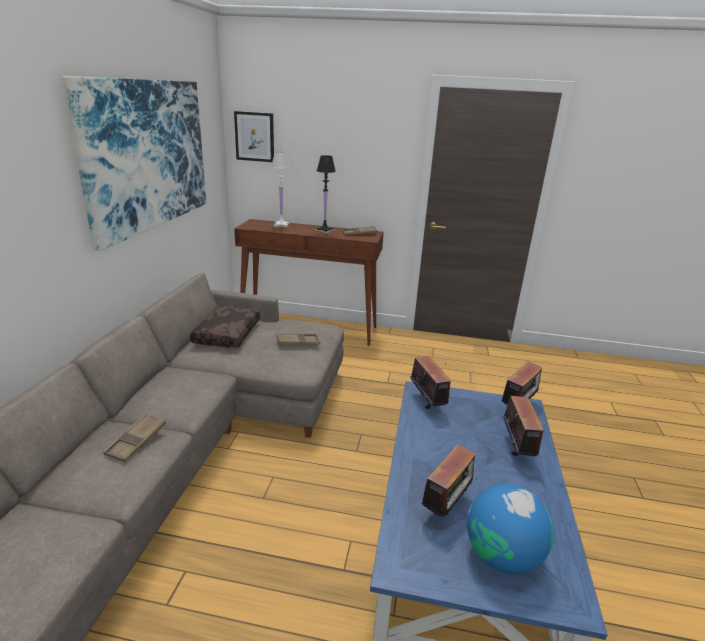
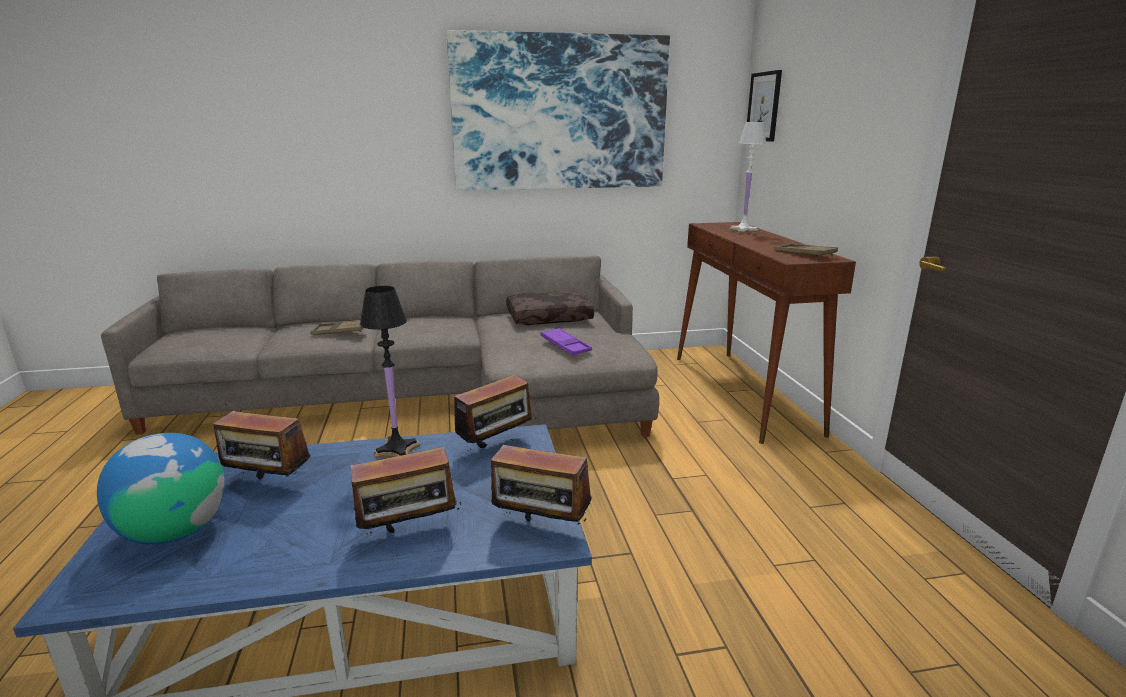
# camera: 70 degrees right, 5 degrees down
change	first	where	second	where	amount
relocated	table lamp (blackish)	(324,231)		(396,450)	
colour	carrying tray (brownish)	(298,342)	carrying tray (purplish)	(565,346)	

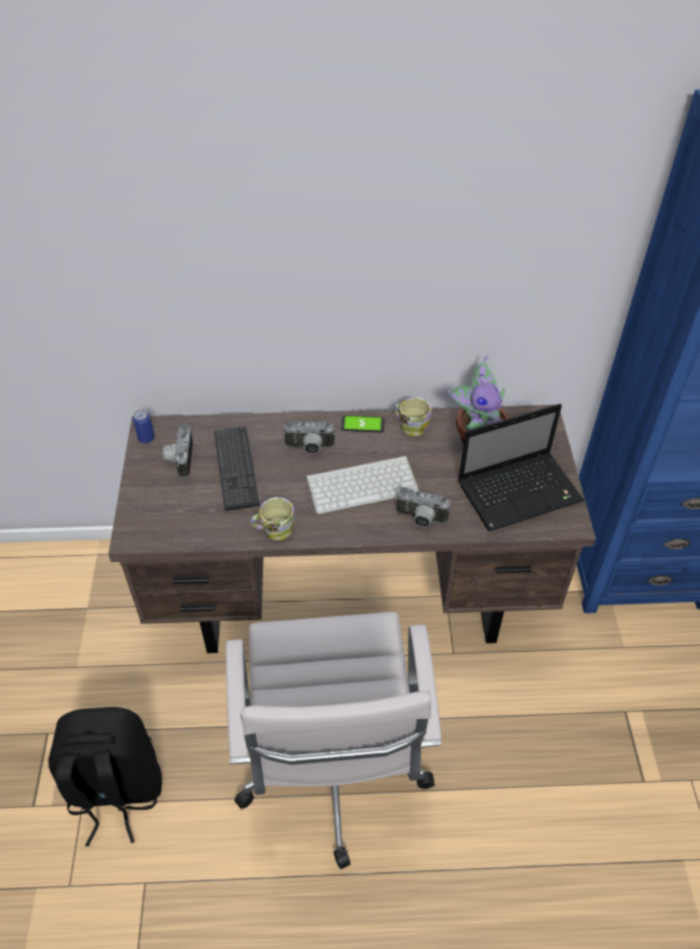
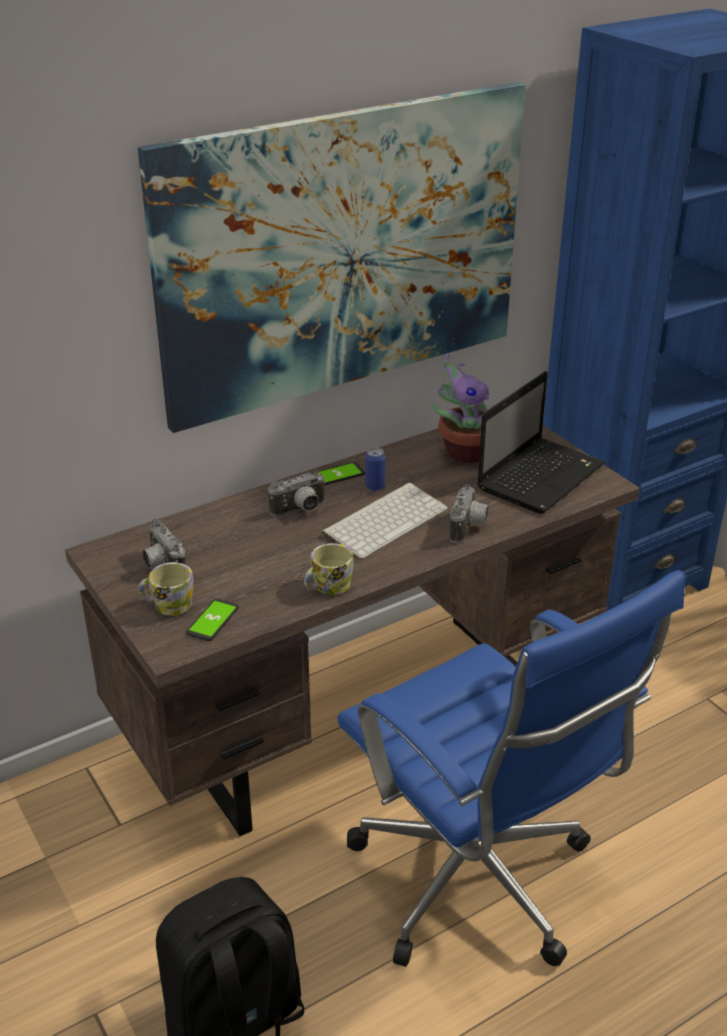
# camera: 30 degrees left, 15 degrees down
change	first	where	second	where	amount
relocated	coffee mug	(410,425)		(167,605)	
relocated	sealed can	(146,438)		(375,486)	
missing	PC keyboard	(236,468)			
spun	photo camera	(420,519)		(469,528)	60 degrees counterclockwise
colour	desk chair (white)	(333,776)	desk chair (blue-coloured)	(479,886)	
appeared			wall picture	(344,252)	
appeared			telephone	(213,621)	

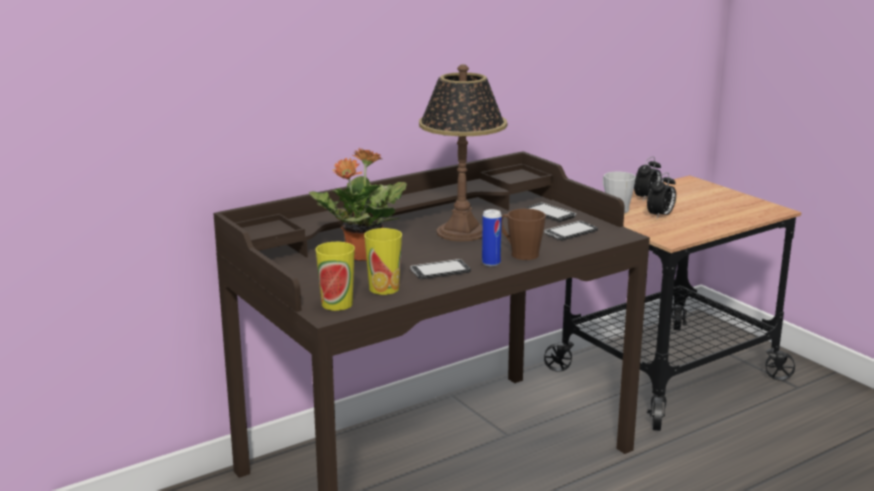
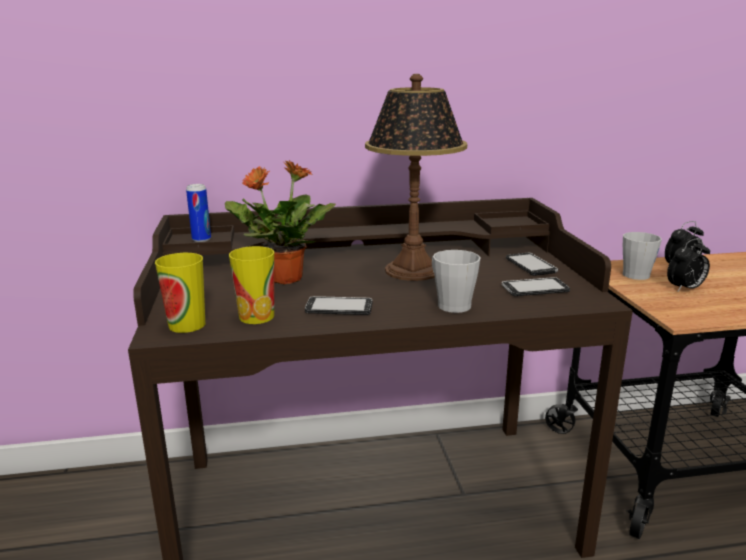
# camera: 25 degrees right, 0 degrees up
change	first	where	second	where	amount
colour	coffee mug (brownish)	(520,253)	coffee mug (grey)	(450,303)	
relocated	sealed can	(491,263)		(201,239)	

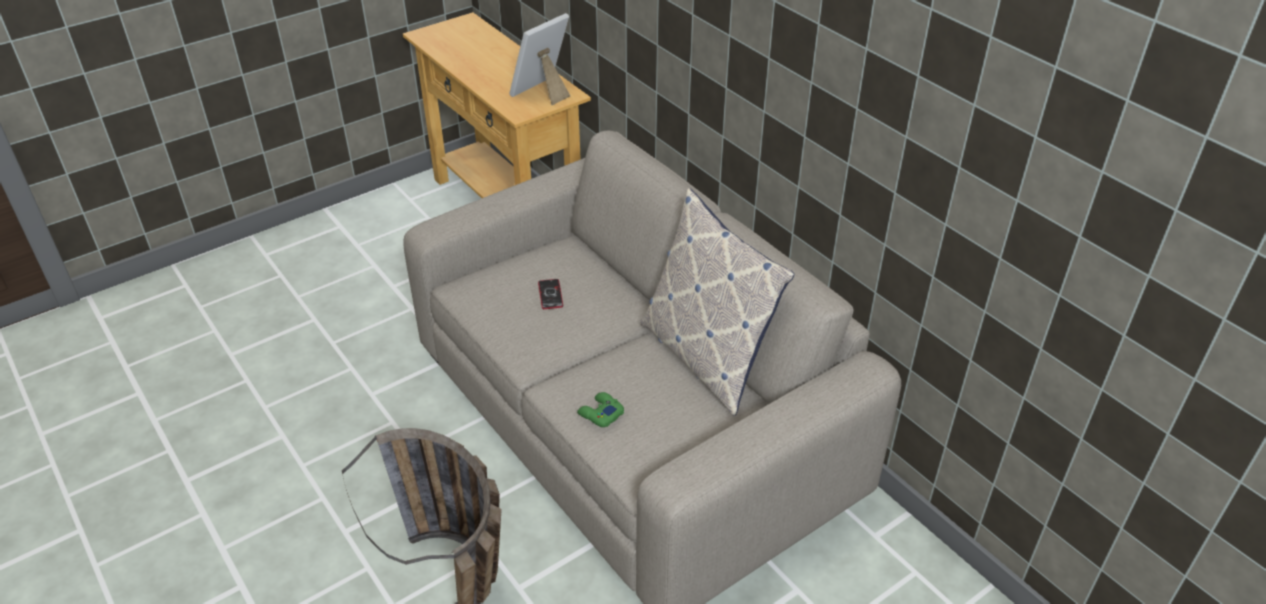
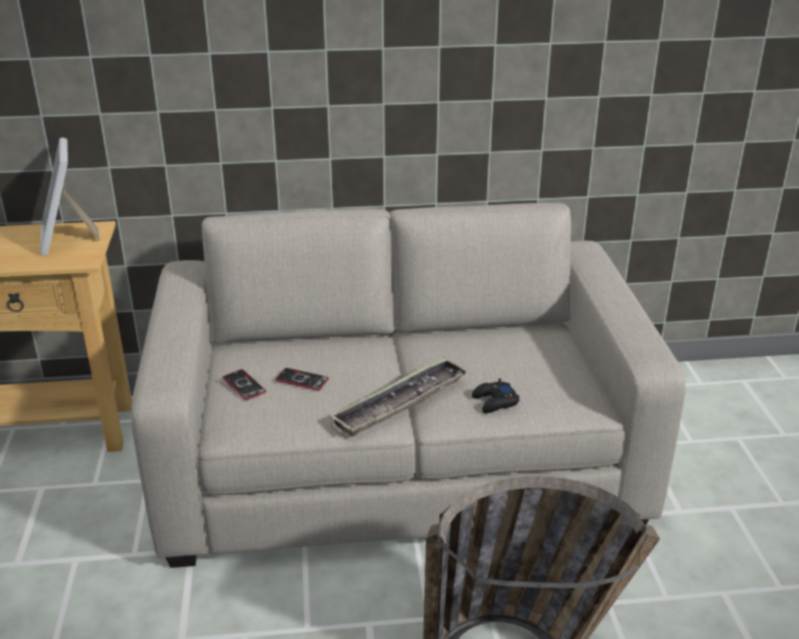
# camera: 60 degrees left, 10 degrees down
change	first	where	second	where	amount
missing	throw pillow	(706,358)			
colour	joypad (greenish)	(600,413)	joypad (blackish)	(495,402)	
appeared			carrying tray	(400,403)	
appeared			telephone	(244,385)	

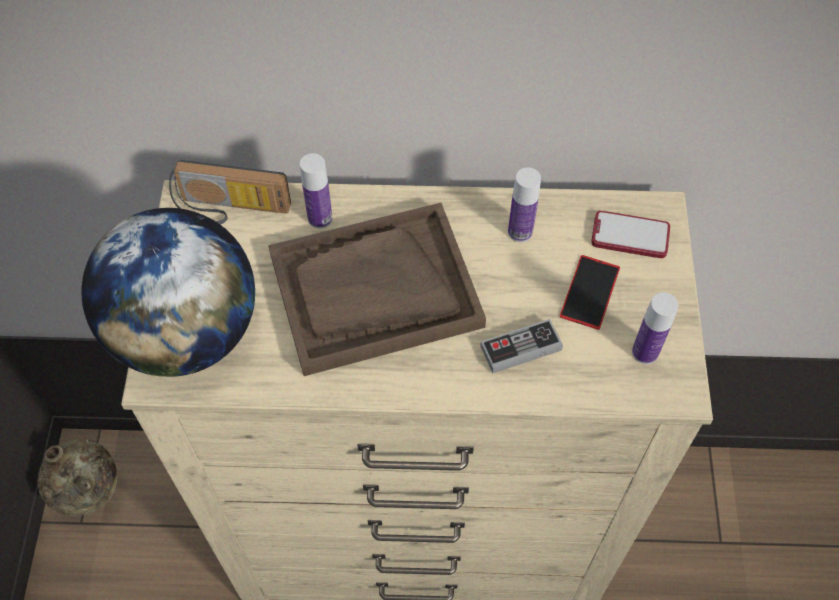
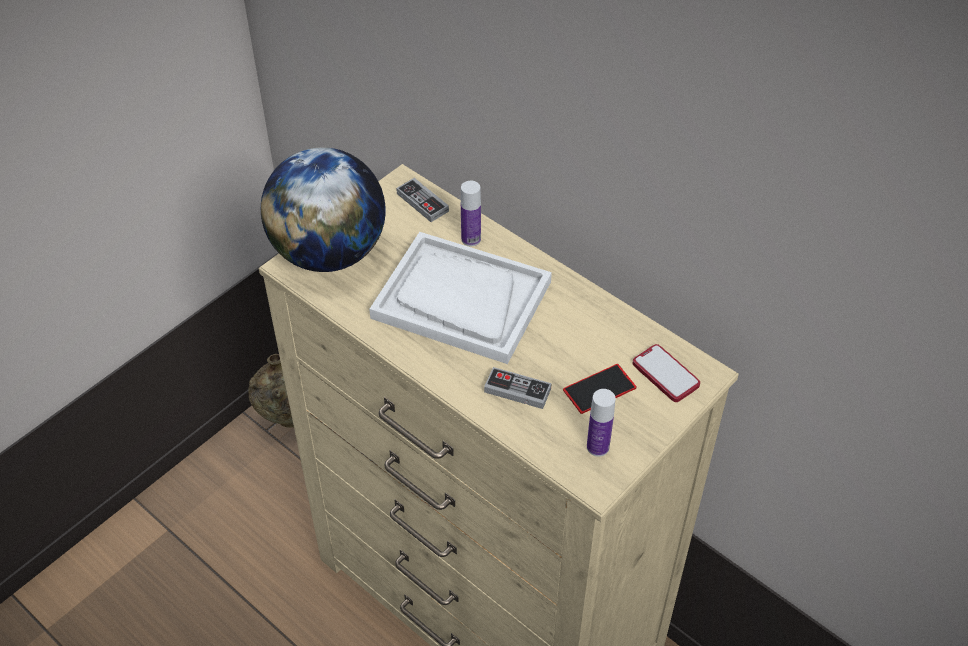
# camera: 40 degrees right, 10 degrees down
change	first	where	second	where	amount
exchanged	radio set	(230,210)	joypad	(422,202)	
missing	drink bottle	(520,232)			
colour	carrying tray (brownish)	(375,291)	carrying tray (white)	(461,300)	

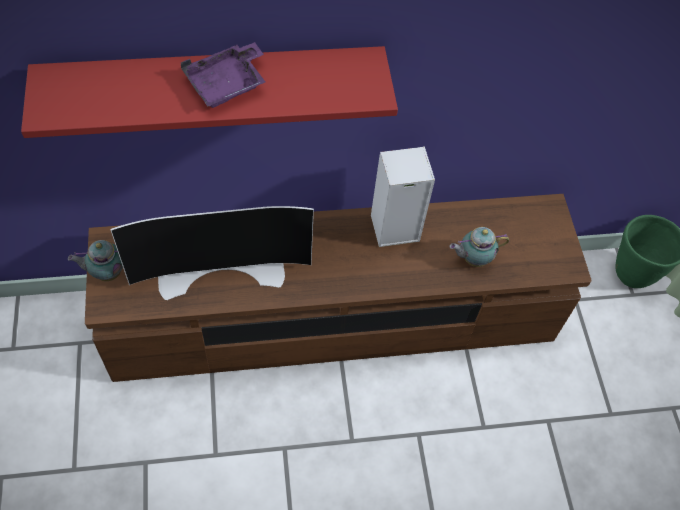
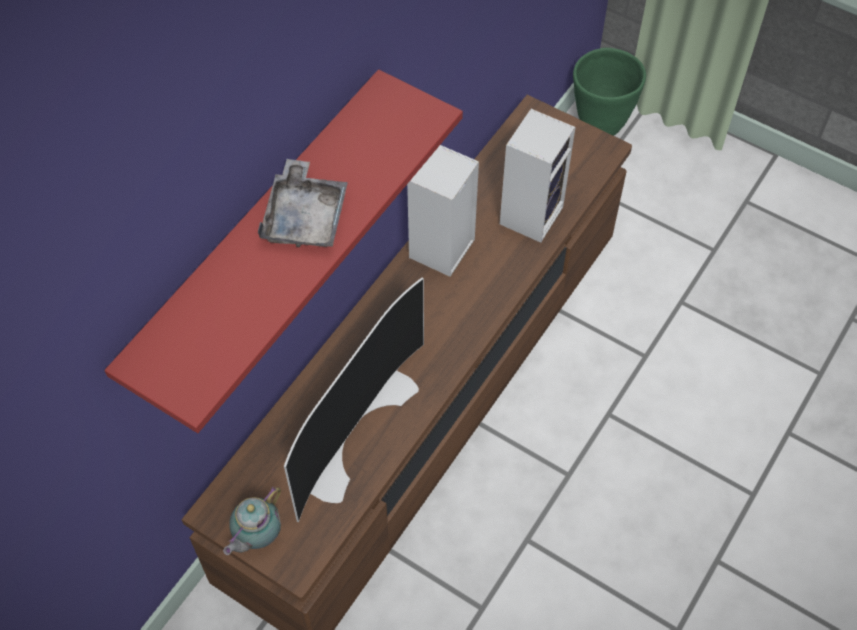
# camera: 45 degrees left, 0 degrees up
change	first	where	second	where	amount
colour	carrying tray (purplish)	(227,84)	carrying tray (grey)	(305,217)	
exchanged	pot for tea	(473,259)	speaker	(531,213)	

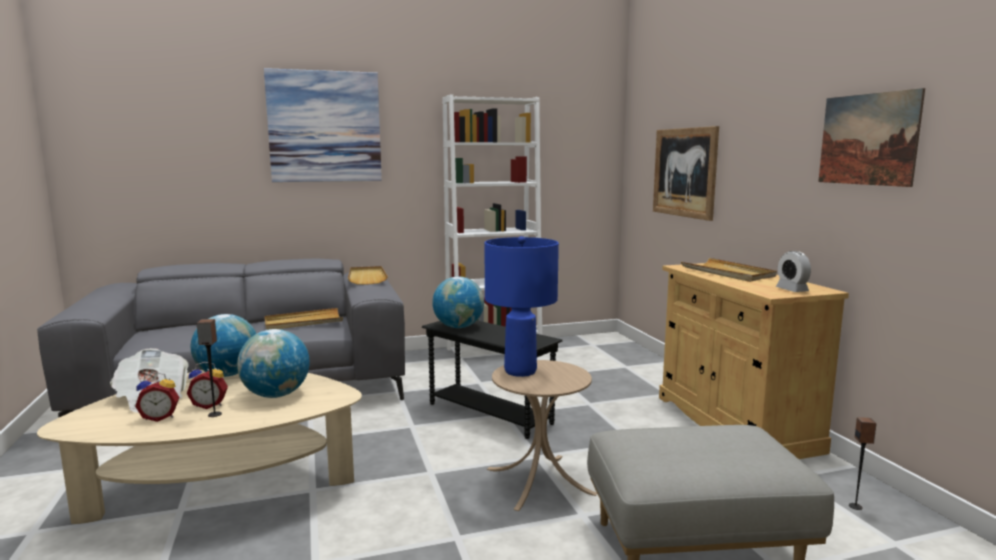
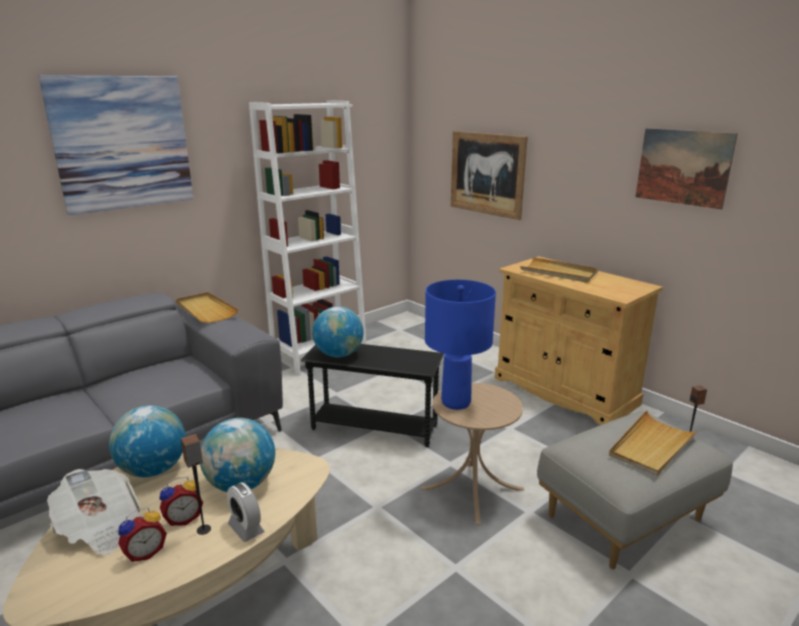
# camera: 25 degrees left, 10 degrees up
change	first	where	second	where	amount
relocated	alarm clock	(792,290)		(246,528)	
relocated	carrying tray (sand-coloured)	(303,322)		(652,446)	

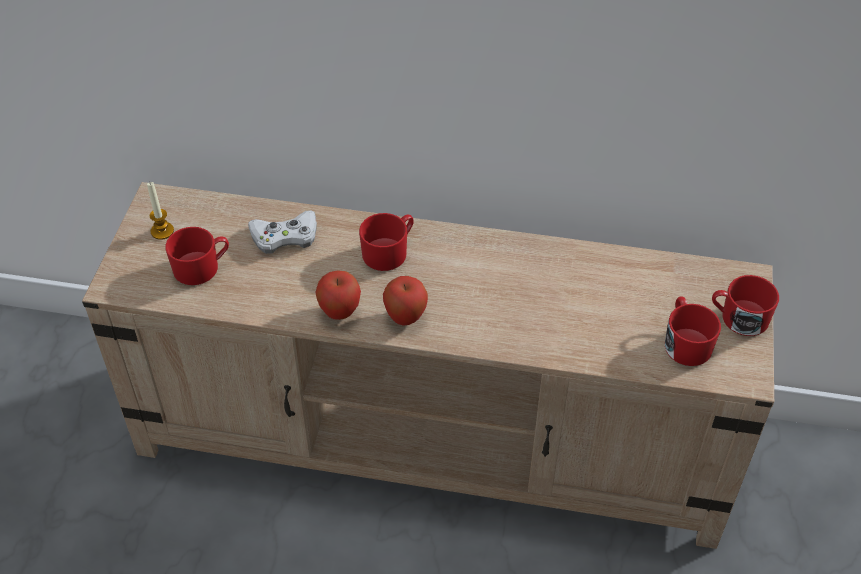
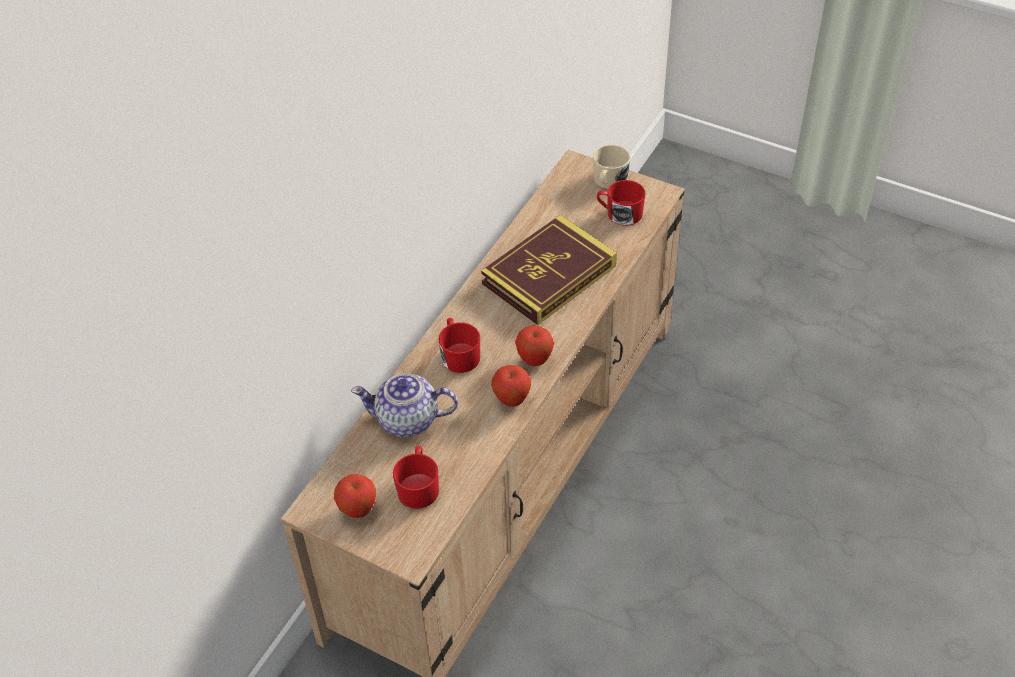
# camera: 70 degrees left, 0 degrees up
change	first	where	second	where	amount
exchanged	wax candle	(162,231)	whole apple	(358,510)	
exchanged	joypad (white)	(285,236)	pot for tea	(408,420)	
colour	coffee mug (red-coloured)	(738,318)	coffee mug (sand-coloured)	(609,181)	
appeared			book	(549,275)	

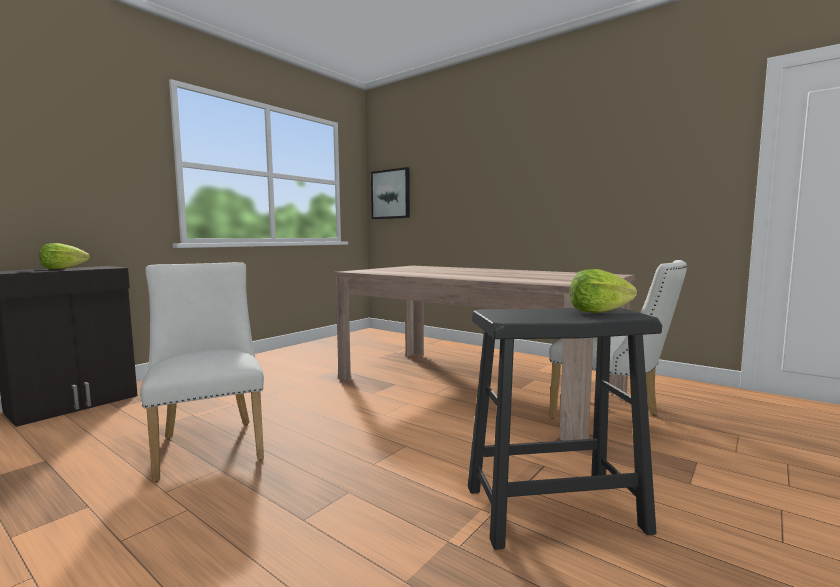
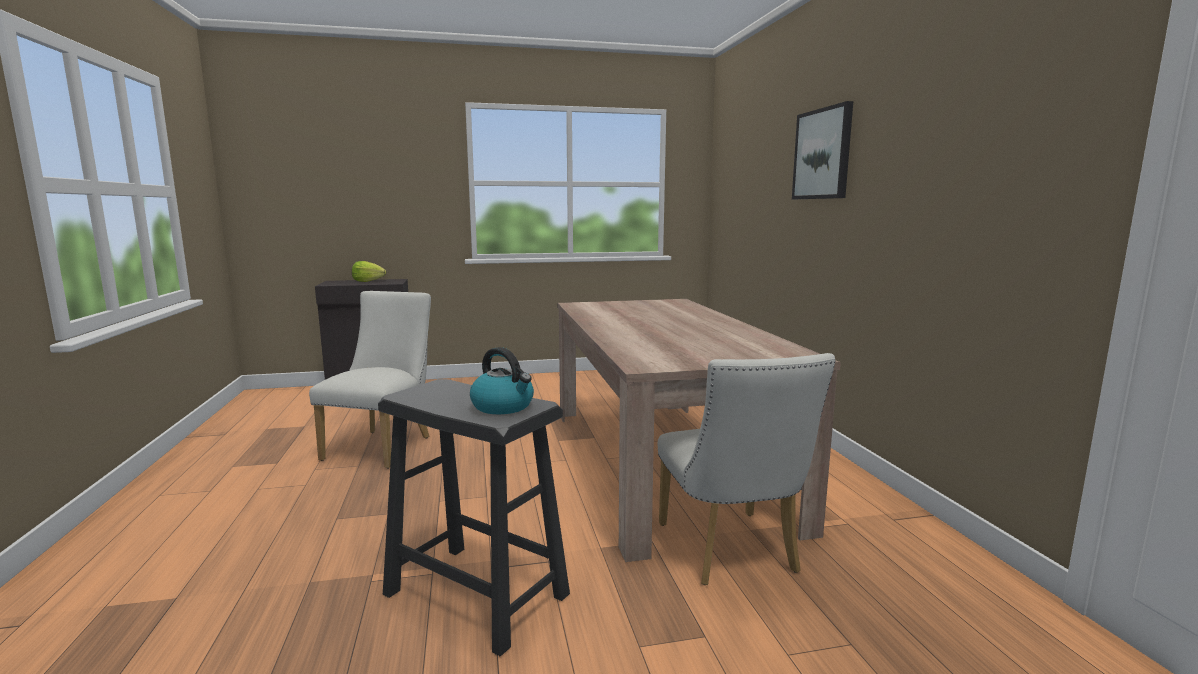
# camera: 40 degrees right, 5 degrees up
change	first	where	second	where	amount
relocated	wall picture	(391,194)		(823,154)	
exchanged	head of lettuce	(598,311)	kettle	(503,406)	

